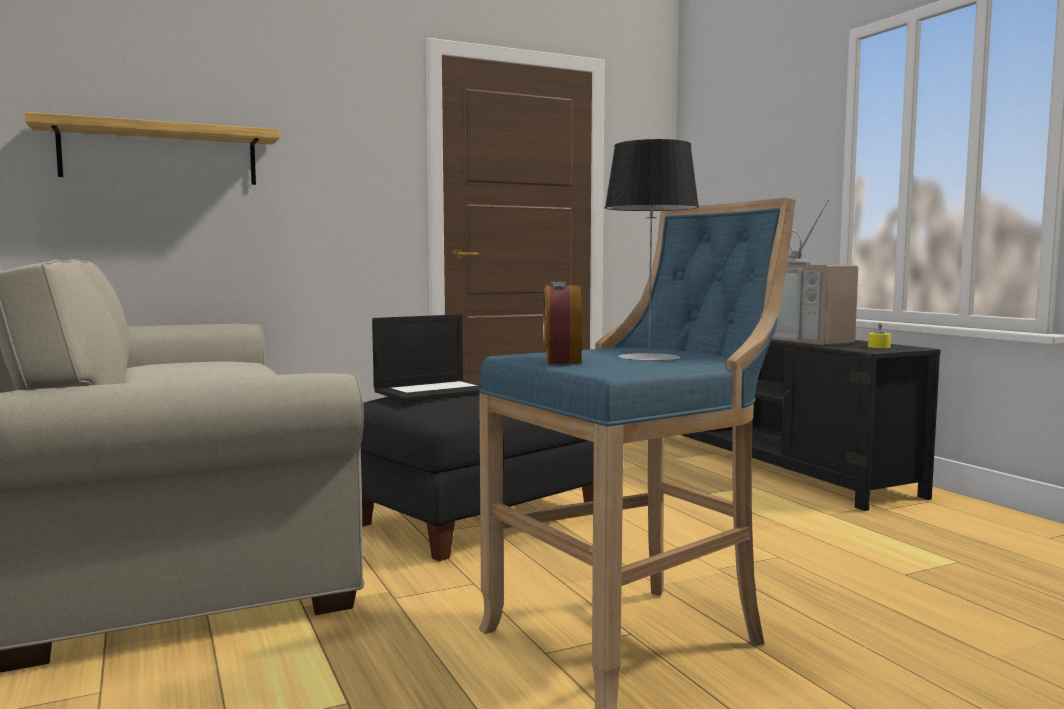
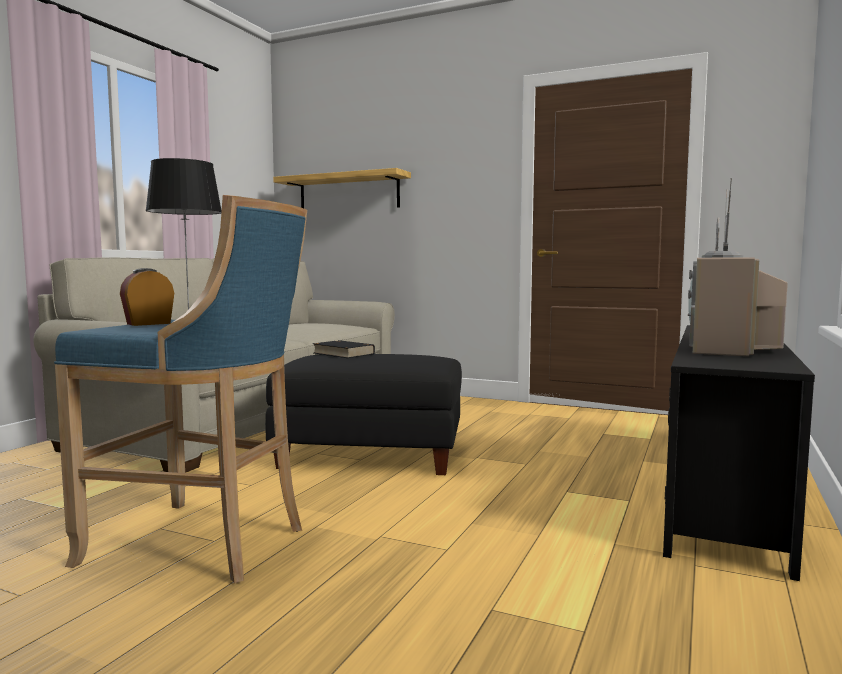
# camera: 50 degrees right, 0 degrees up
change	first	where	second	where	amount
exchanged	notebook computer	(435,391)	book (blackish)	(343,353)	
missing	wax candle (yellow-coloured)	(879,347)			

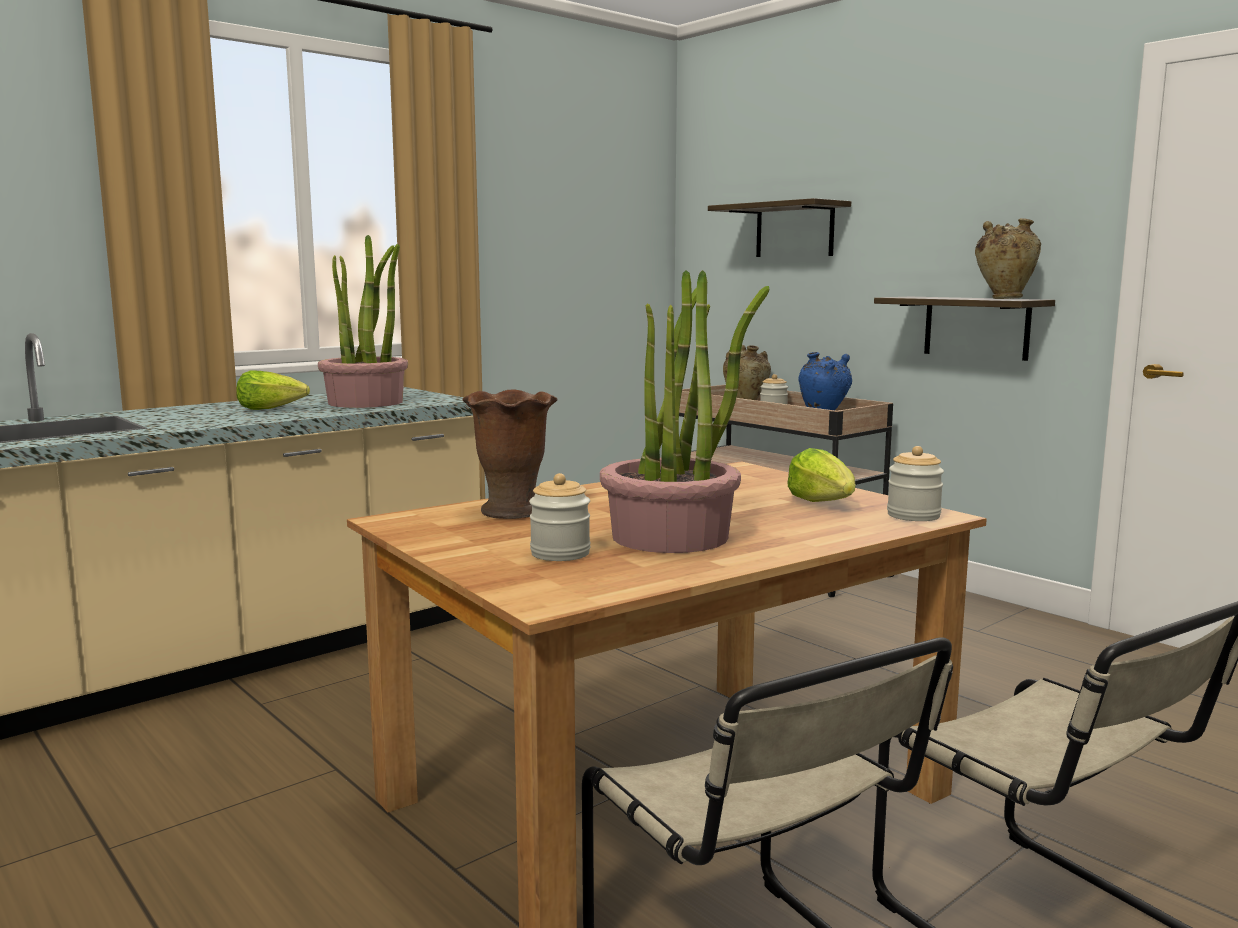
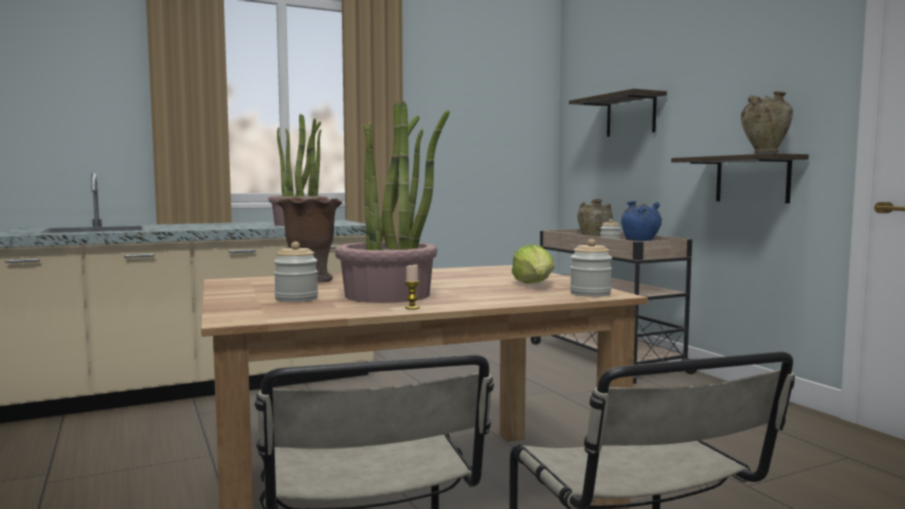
# camera: 15 degrees right, 5 degrees down
change	first	where	second	where	amount
missing	head of lettuce	(271,409)			
appeared			wax candle	(412,308)	

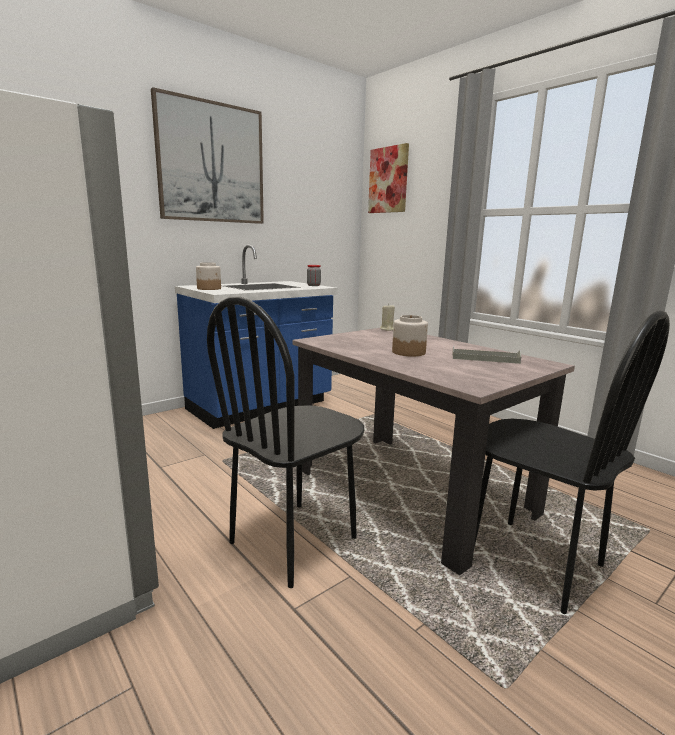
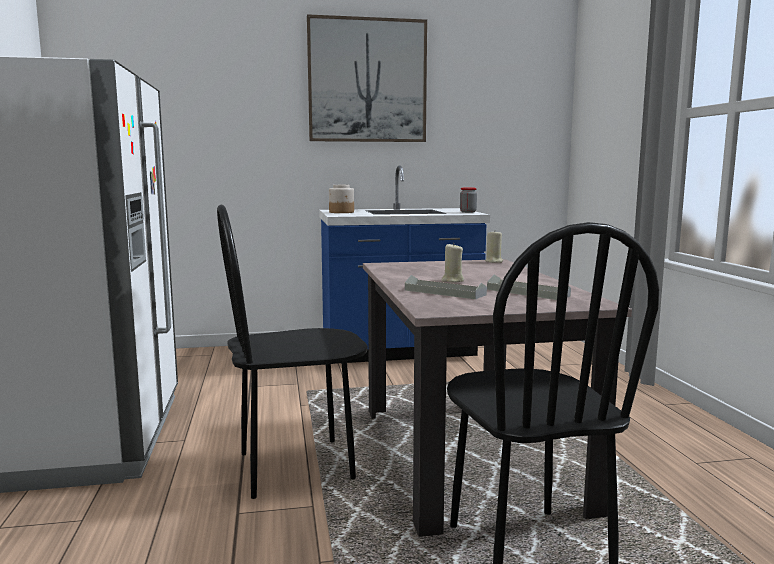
# camera: 30 degrees right, 5 degrees down
change	first	where	second	where	amount
missing	wall picture	(388,180)			
exchanged	preserve jar	(408,352)	wax candle (sand-coloured)	(452,280)	
appeared			carrying tray (grey)	(444,292)	

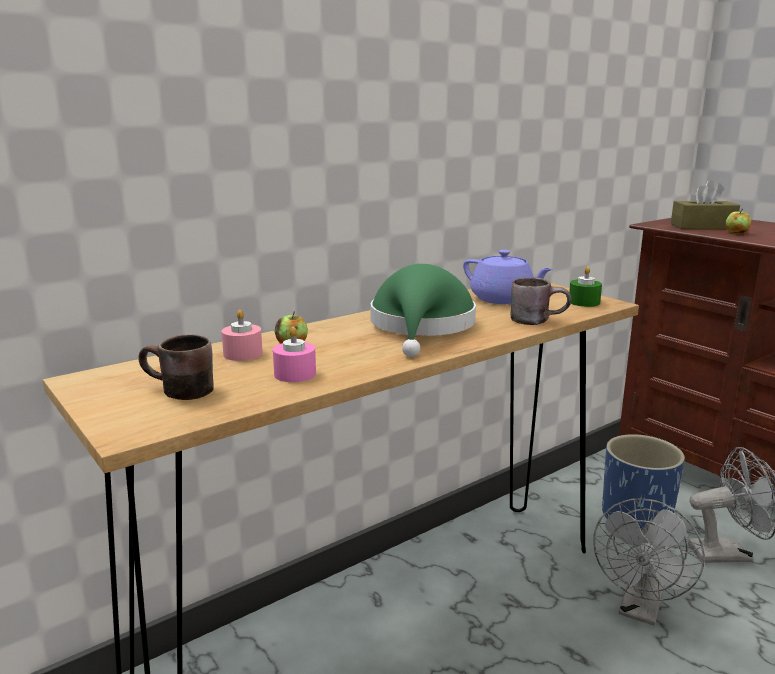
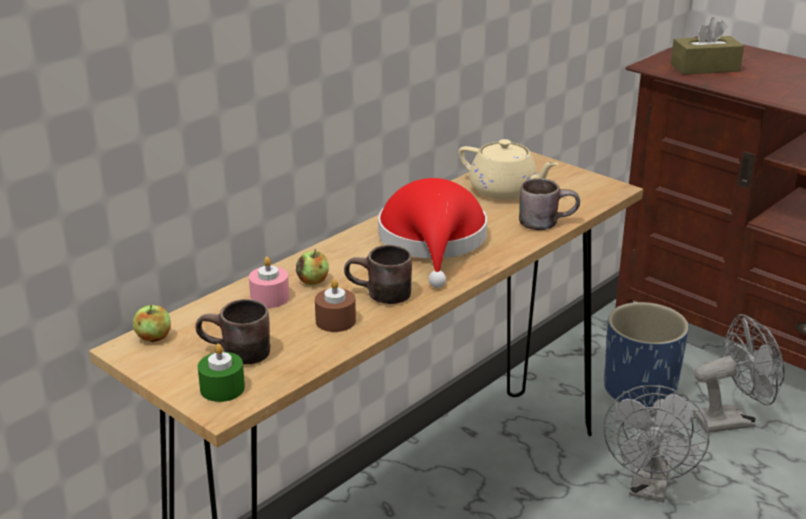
# camera: 10 degrees left, 10 degrees up
change	first	where	second	where	amount
relocated	whole apple	(736,232)		(153,337)	
colour	pot for tea (purplish)	(503,299)	pot for tea (sand-coloured)	(504,190)	
colour	hat (greenish)	(422,327)	hat (red-coloured)	(433,242)	
relocated	wax candle (greenish)	(584,302)		(222,388)	
colour	wax candle (pinkish)	(295,374)	wax candle (brownish)	(335,321)	
appeared			coffee mug (brownish)	(379,296)	

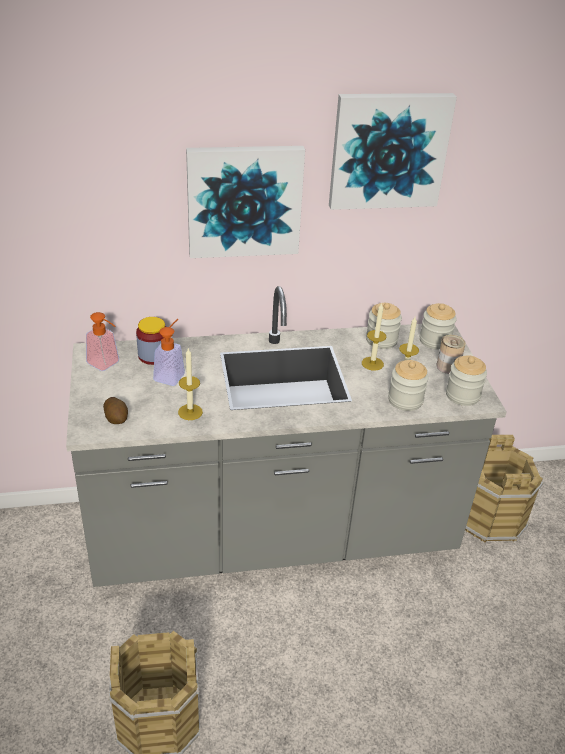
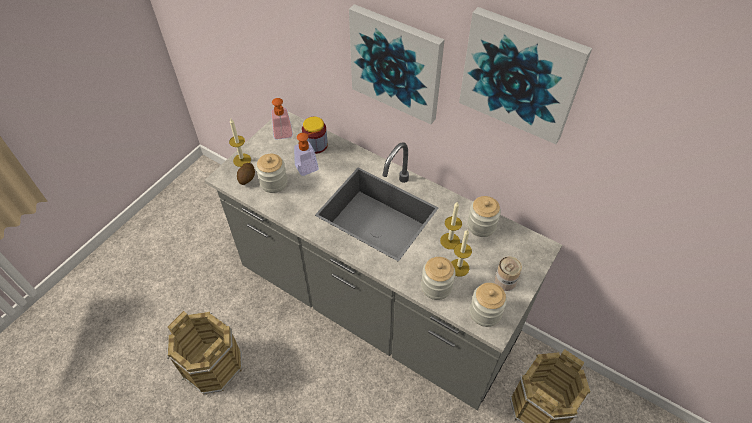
# camera: 45 degrees right, 15 degrees up
change	first	where	second	where	amount
relocated	preserve jar	(435,341)		(274,183)	
relocated	wax candle	(190,412)		(242,160)	

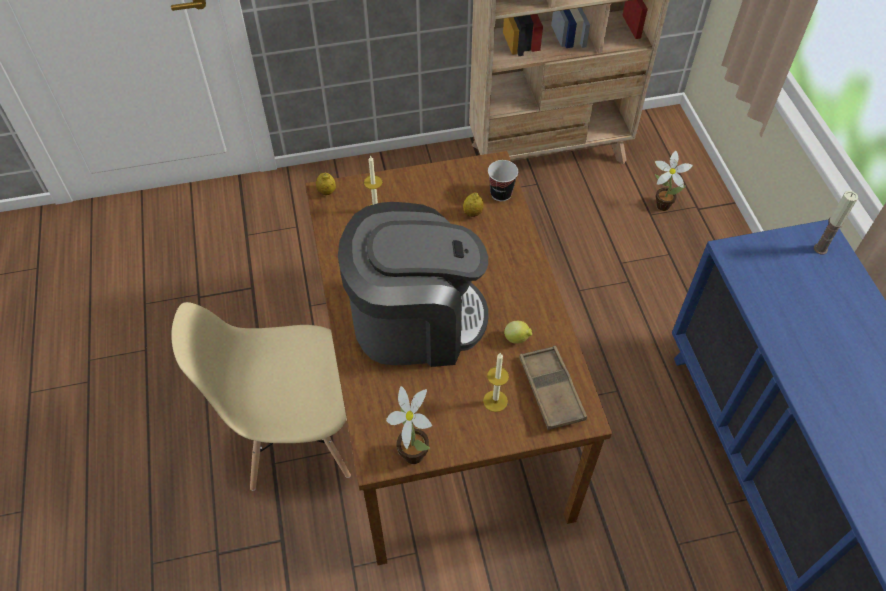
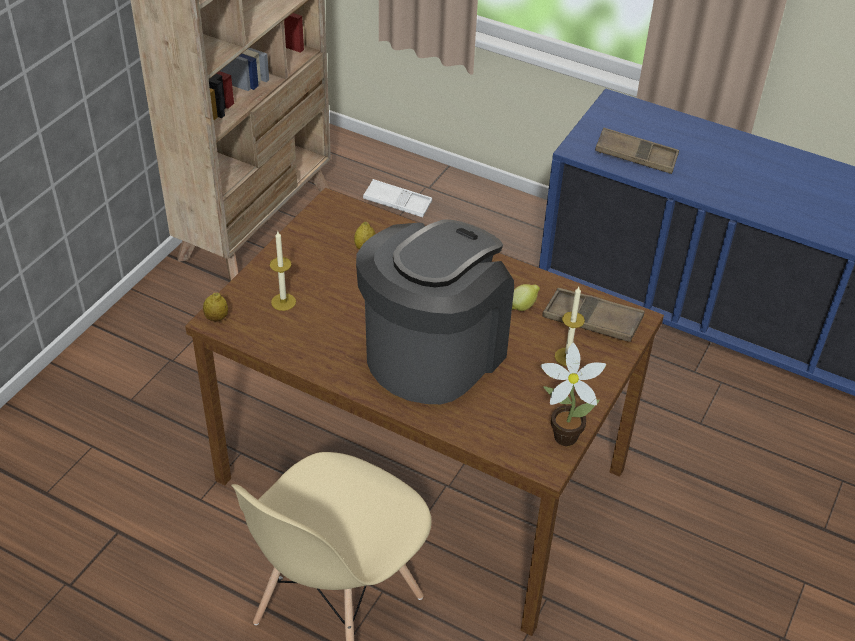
# camera: 50 degrees left, 10 degrees down
change	first	where	second	where	amount
exchanged	plant in a pot	(660,204)	carrying tray (white)	(397,202)	
missing	cup	(501,193)			
missing	wax candle	(820,249)			
appeared			carrying tray (brownish)	(636,156)	

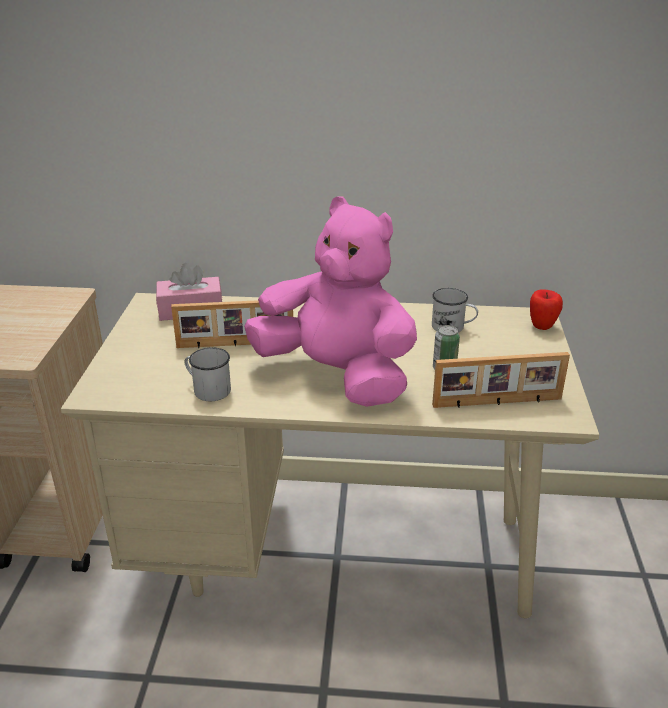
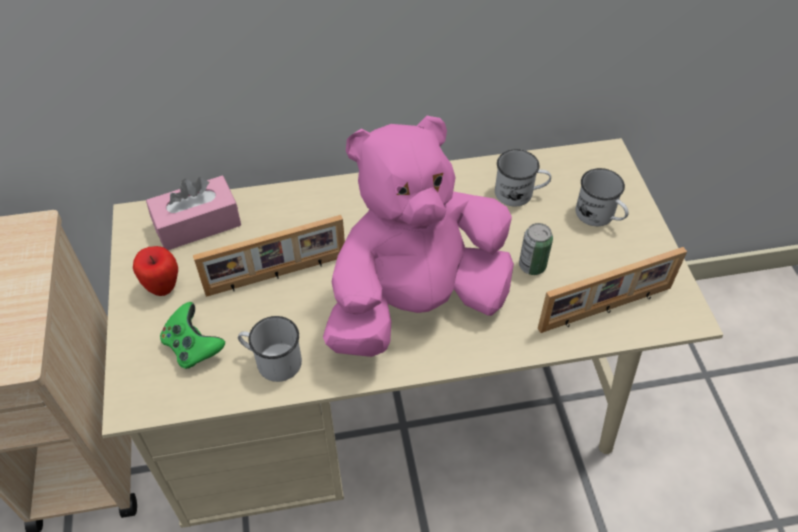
# camera: 15 degrees left, 20 degrees up
change	first	where	second	where	amount
spun	plush toy (pinkish)	(337,376)		(416,304)	45 degrees counterclockwise
relocated	whole apple	(542,326)		(163,287)	
appeared			coffee mug (white)	(599,216)	
appeared			joypad (greenish)	(193,347)	

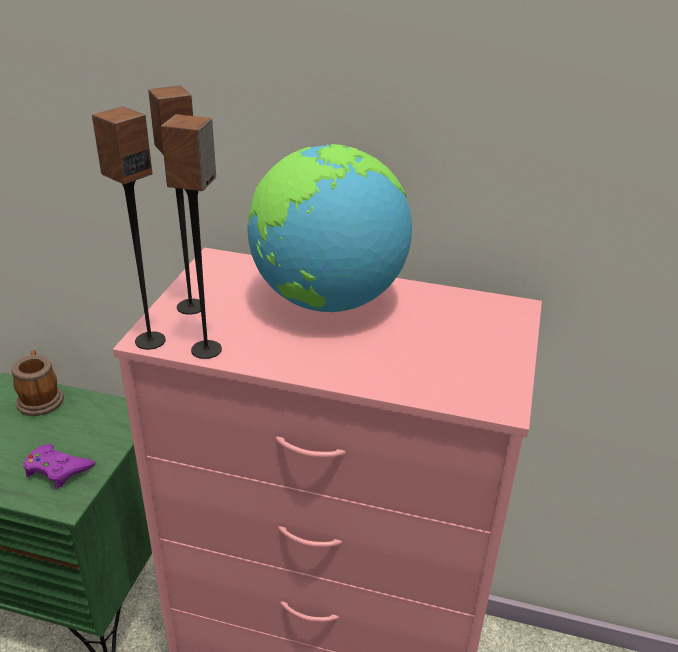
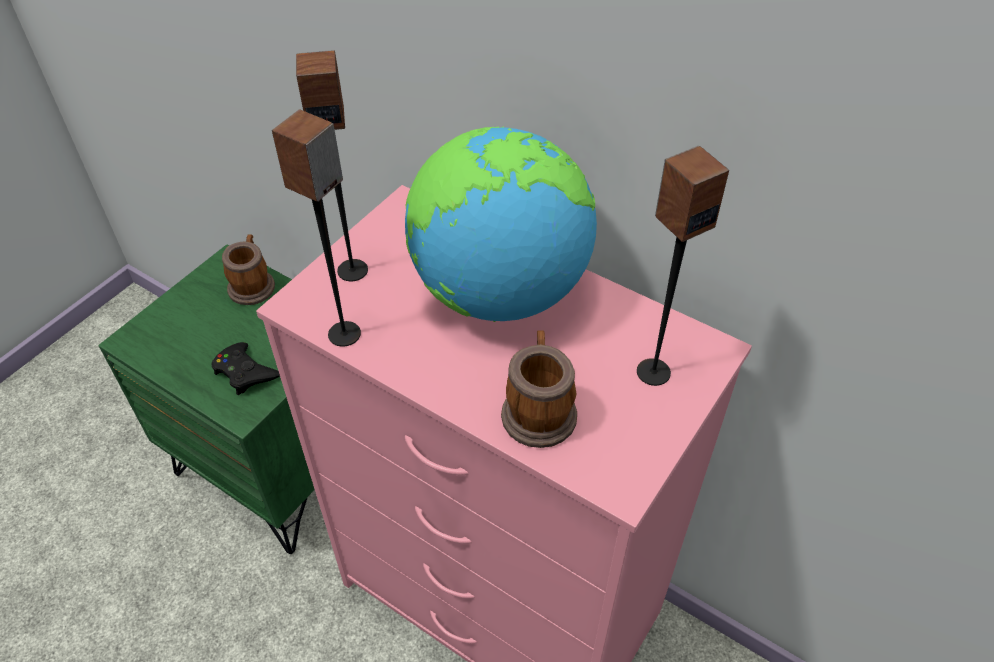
# camera: 20 degrees right, 15 degrees up
change	first	where	second	where	amount
relocated	speaker	(150,340)		(653,371)	
colour	joypad (purplish)	(57,469)	joypad (blackish)	(245,372)	
appeared			coffee mug	(538,409)	

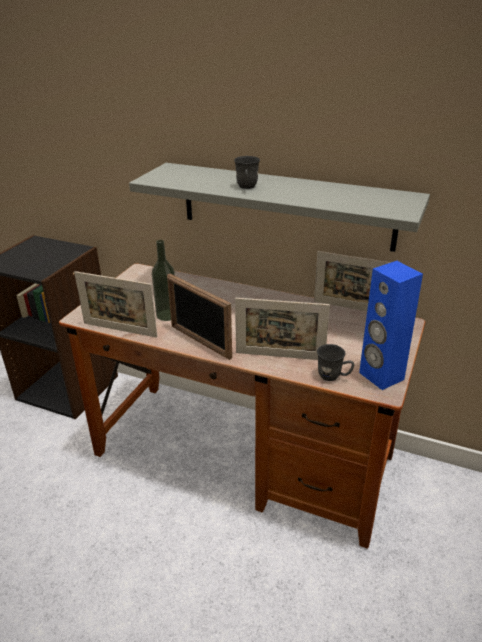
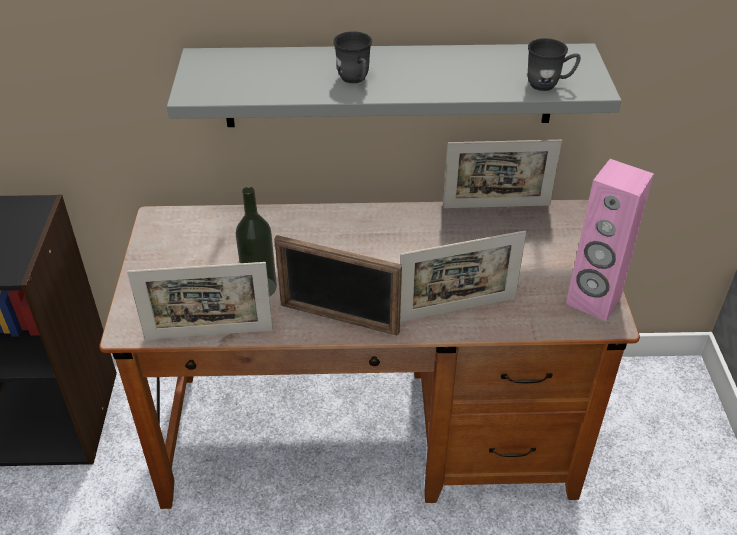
# camera: 25 degrees left, 10 degrees up
change	first	where	second	where	amount
colour	speaker (blue-coloured)	(381,376)	speaker (pinkish)	(593,301)	
relocated	coffee mug (grey)	(333,377)		(549,84)	

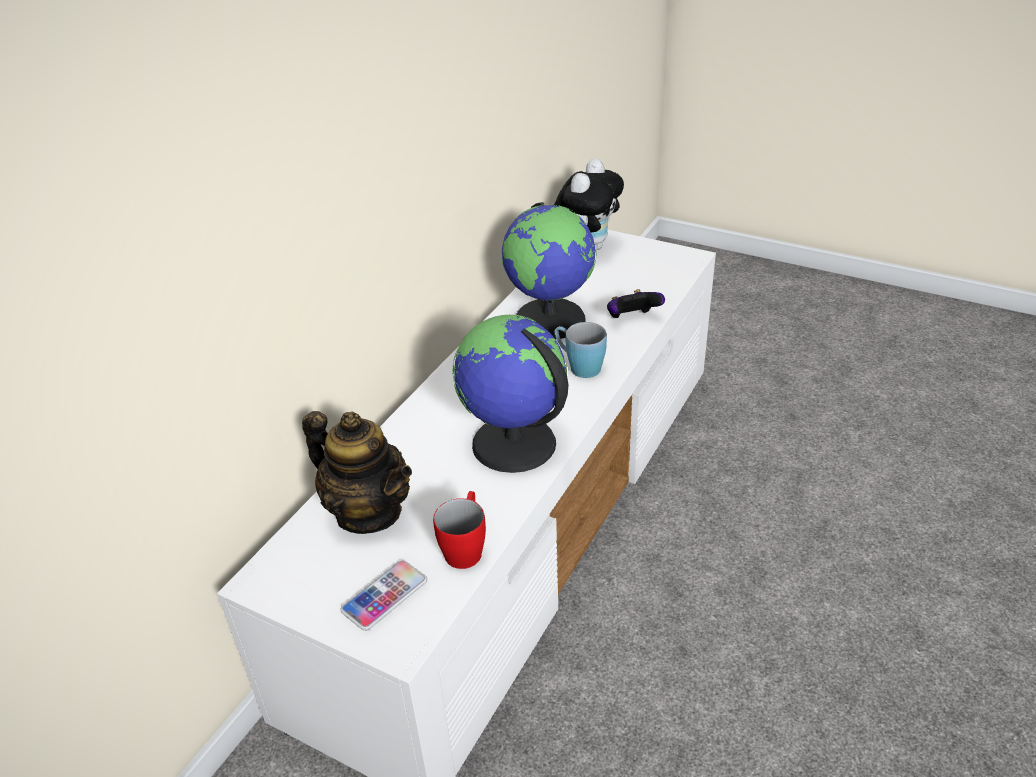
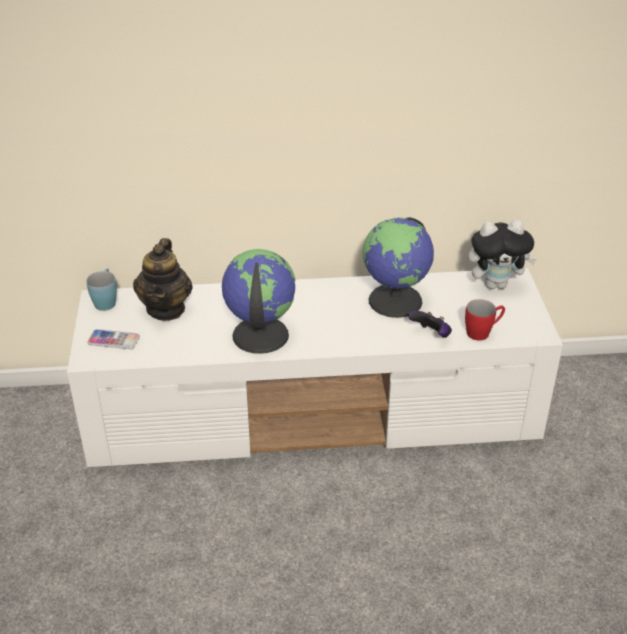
# camera: 55 degrees right, 0 degrees up
change	first	where	second	where	amount
relocated	coffee mug (blue-coloured)	(579,366)		(106,300)	
relocated	coffee mug (red-coloured)	(465,547)		(483,332)	

